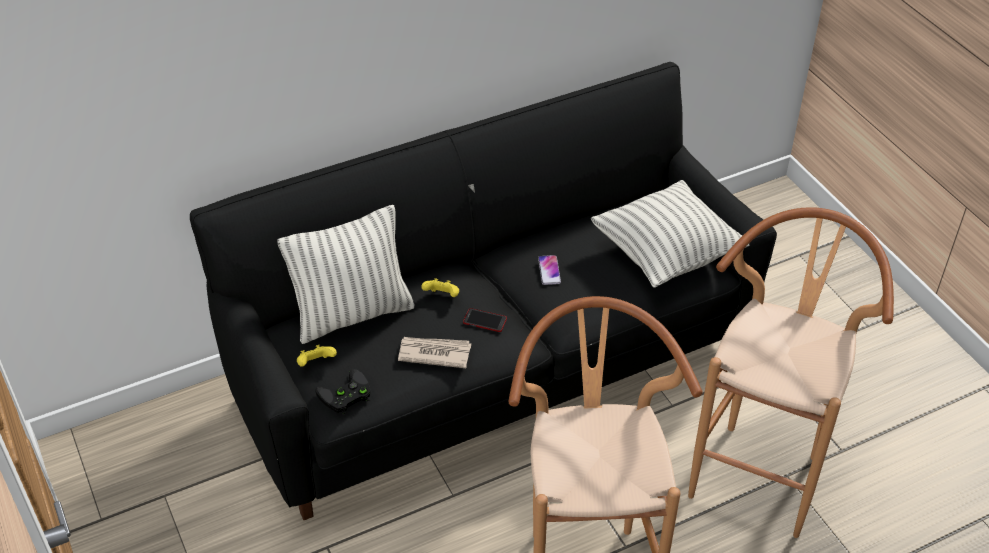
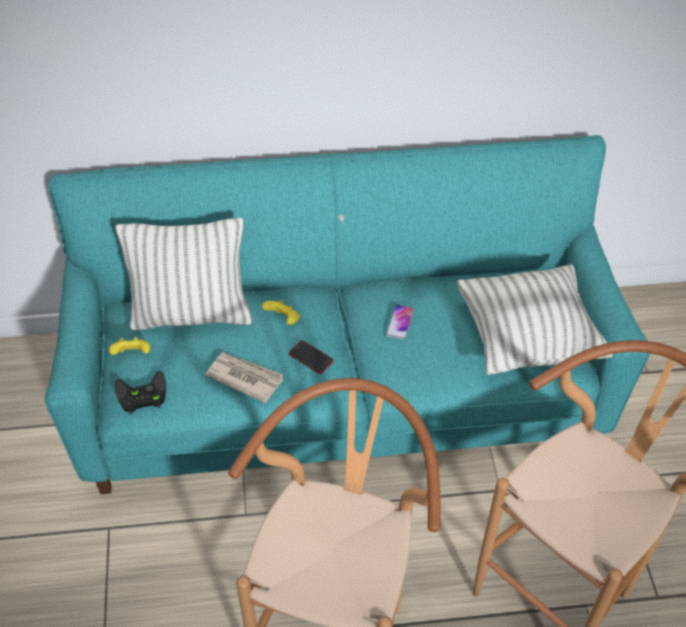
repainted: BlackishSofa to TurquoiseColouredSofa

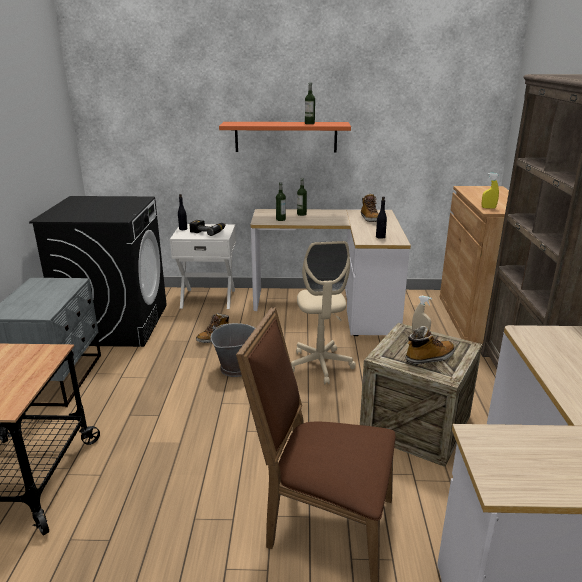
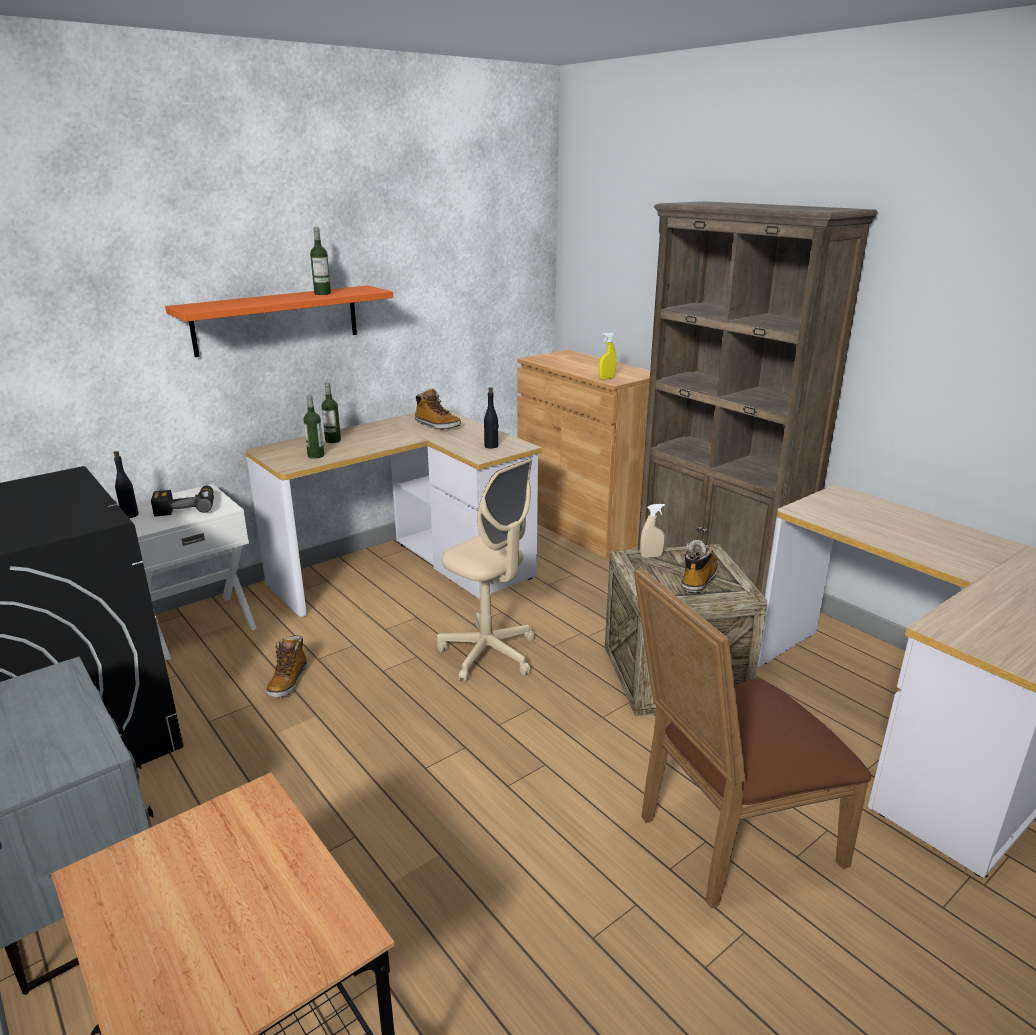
gone: GrayPail

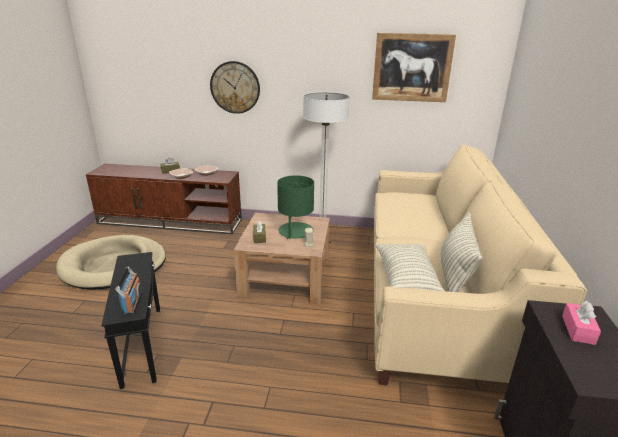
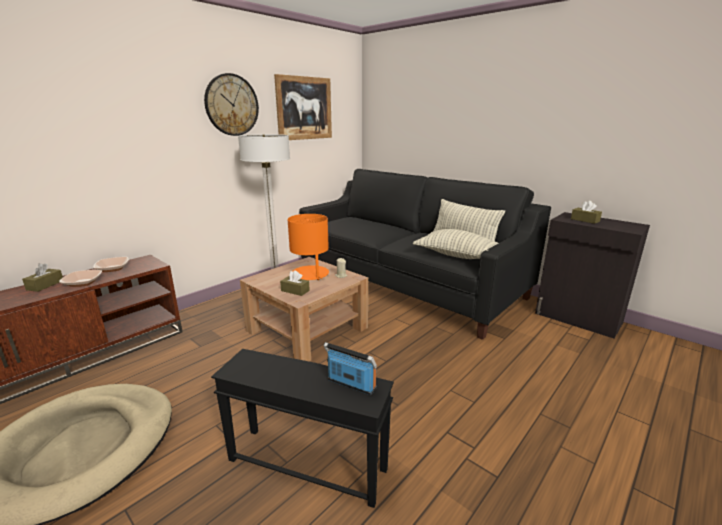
shifted: ClockOnTheWall
repainted: GreenColouredLampForATable to OrangeLampForATable; SandColouredSofa to BlackishSofa; PinkColouredBoxOfTissues to BrownishBoxOfTissues (no. 3 from left)

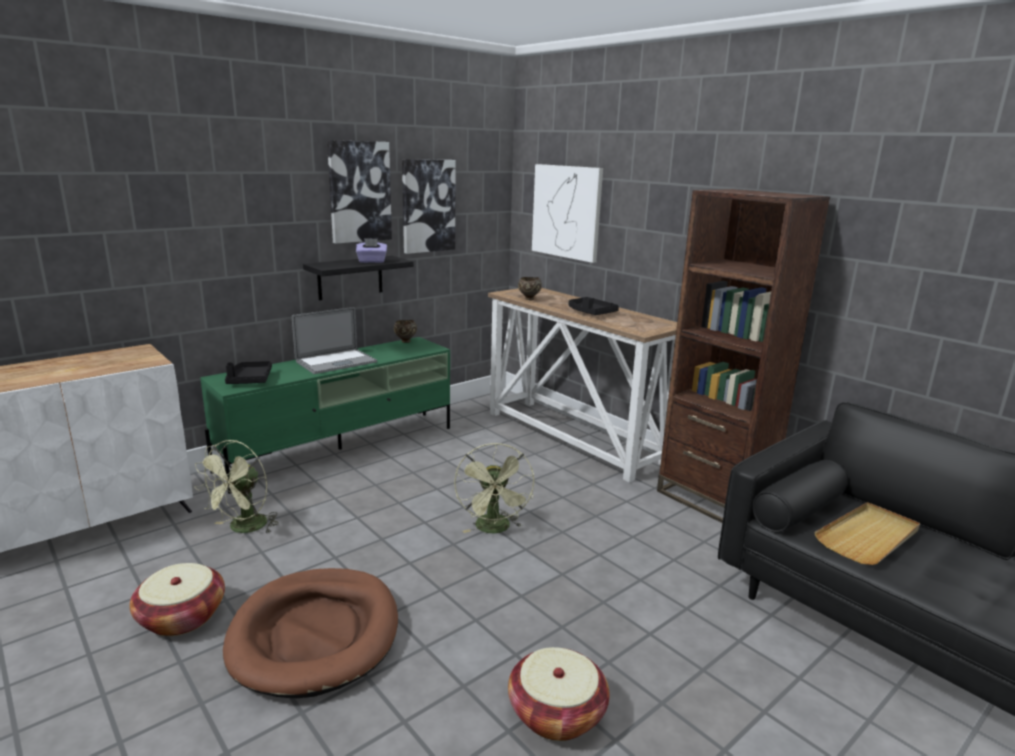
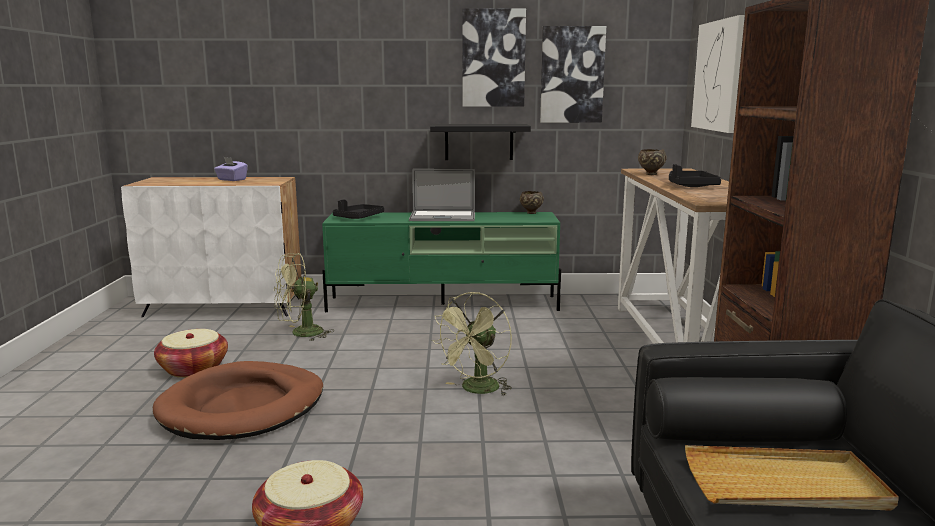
shifted: PurpleBoxOfTissues

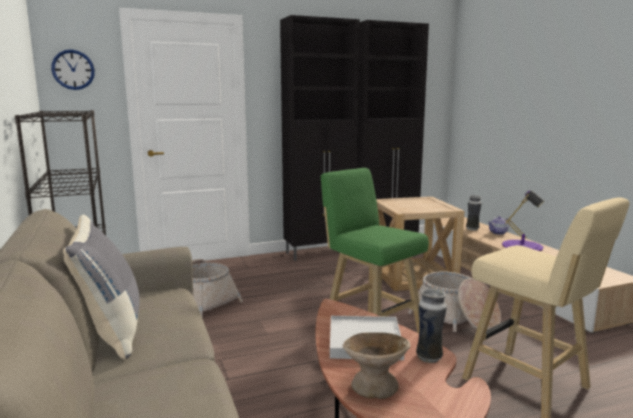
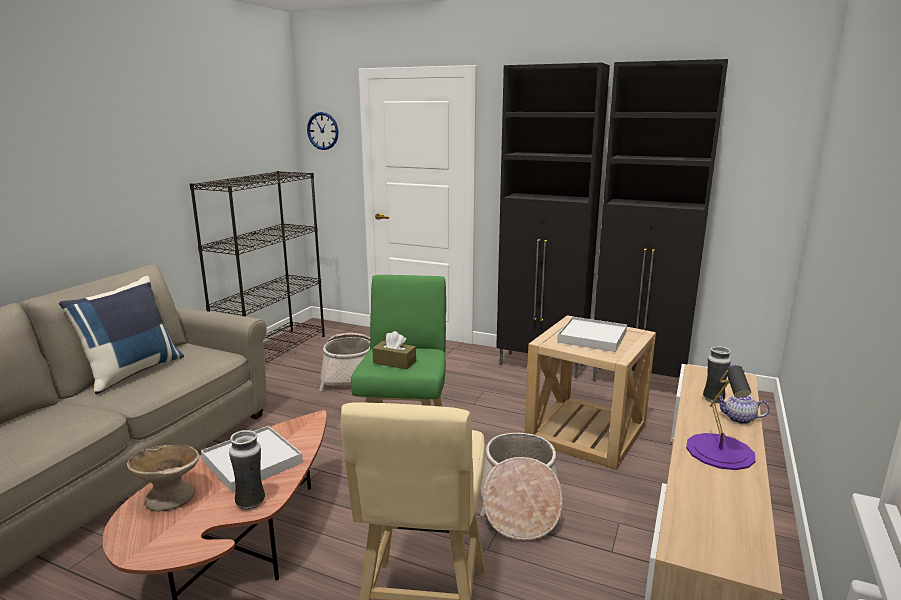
new: BrownishBoxOfTissues; WhiteTray (no. 2 from left)
repainted: GrayPillow to BluishPillow

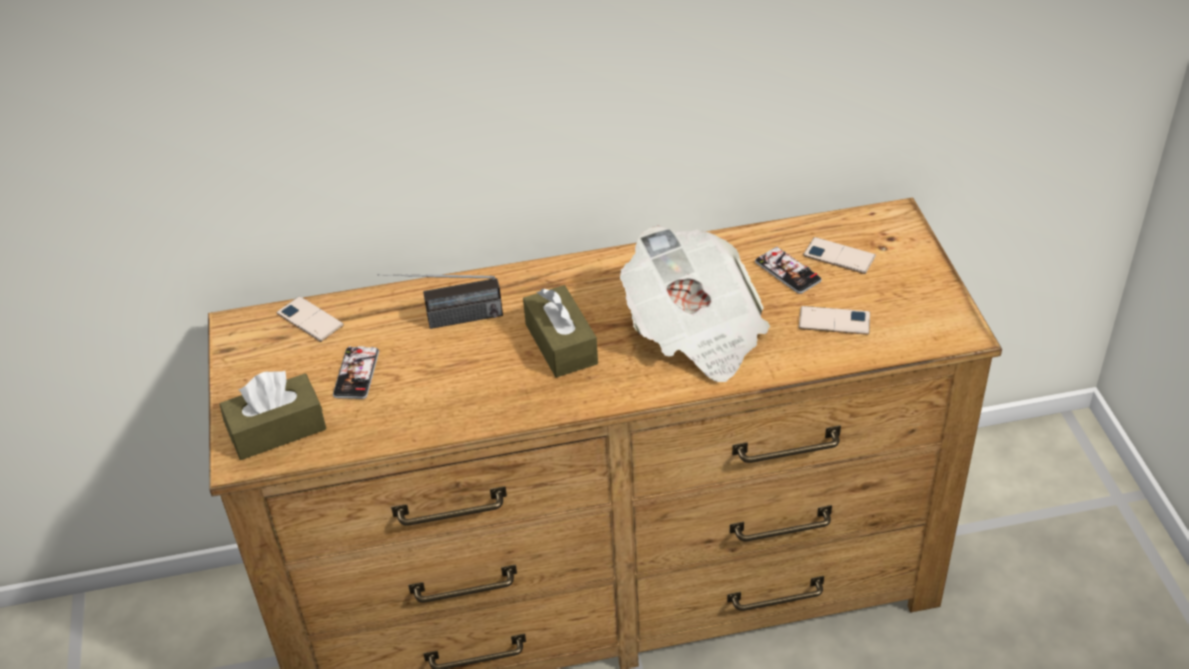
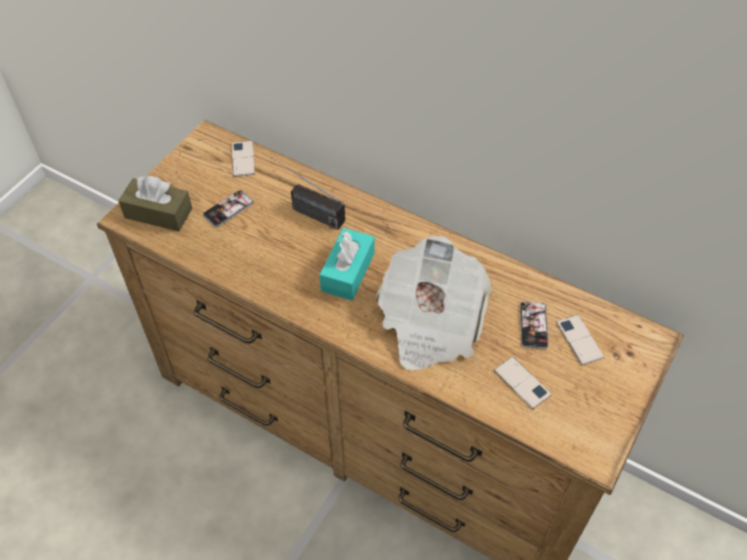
repainted: BrownishBoxOfTissues (no. 2 from left) to TurquoiseColouredBoxOfTissues

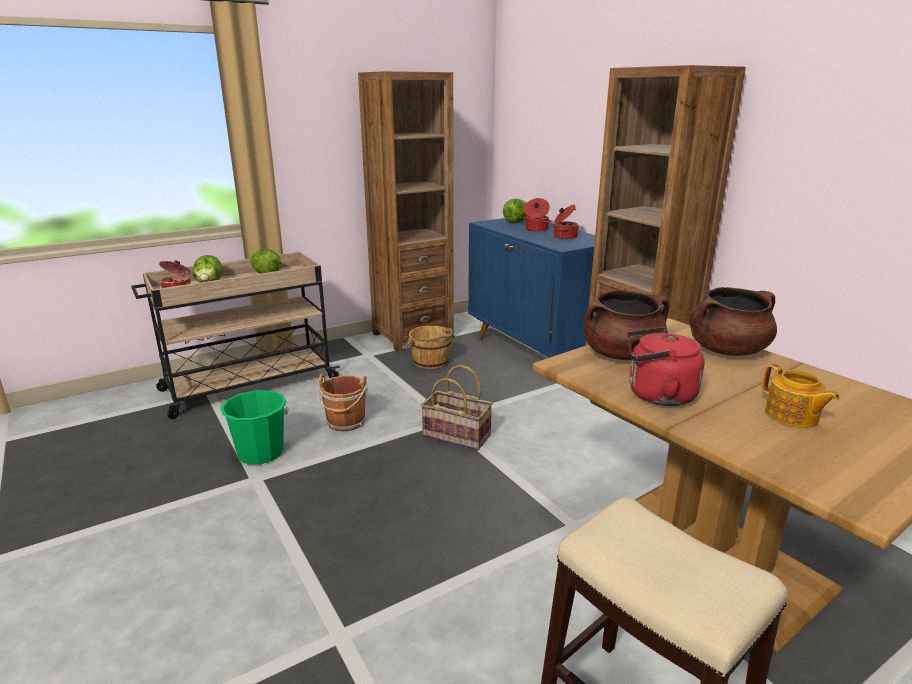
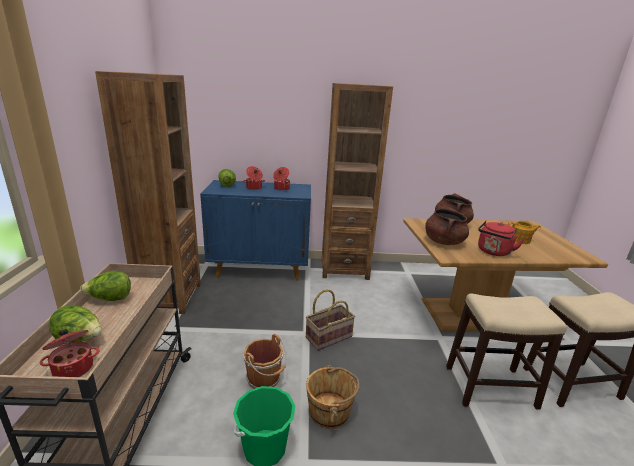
new: SittingStool (no. 1 from left)
shifted: BrownishPail (no. 2 from left)

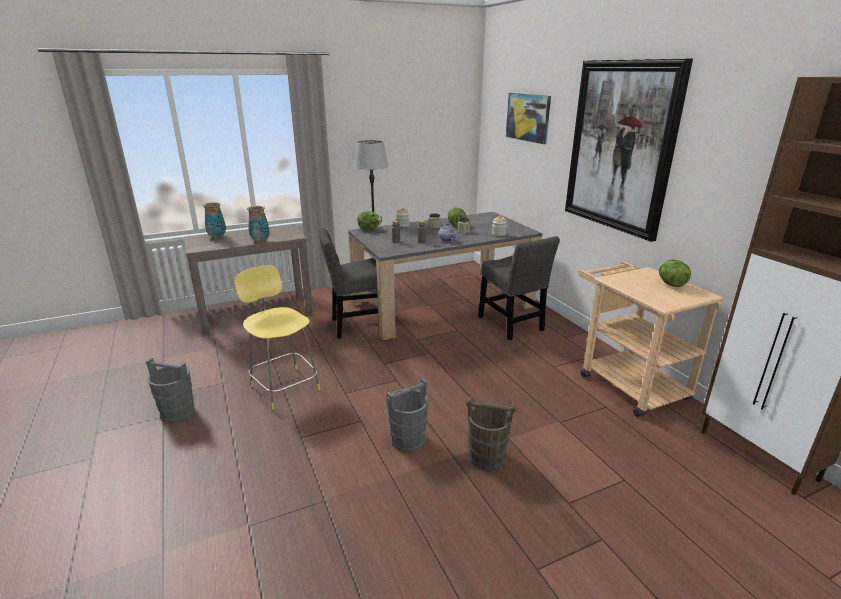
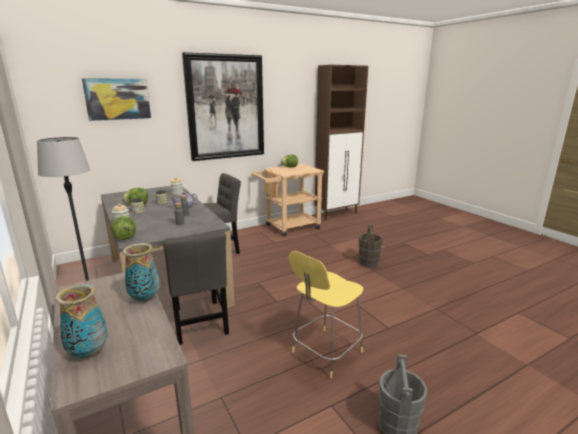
gone: GrayPail (no. 2 from left)

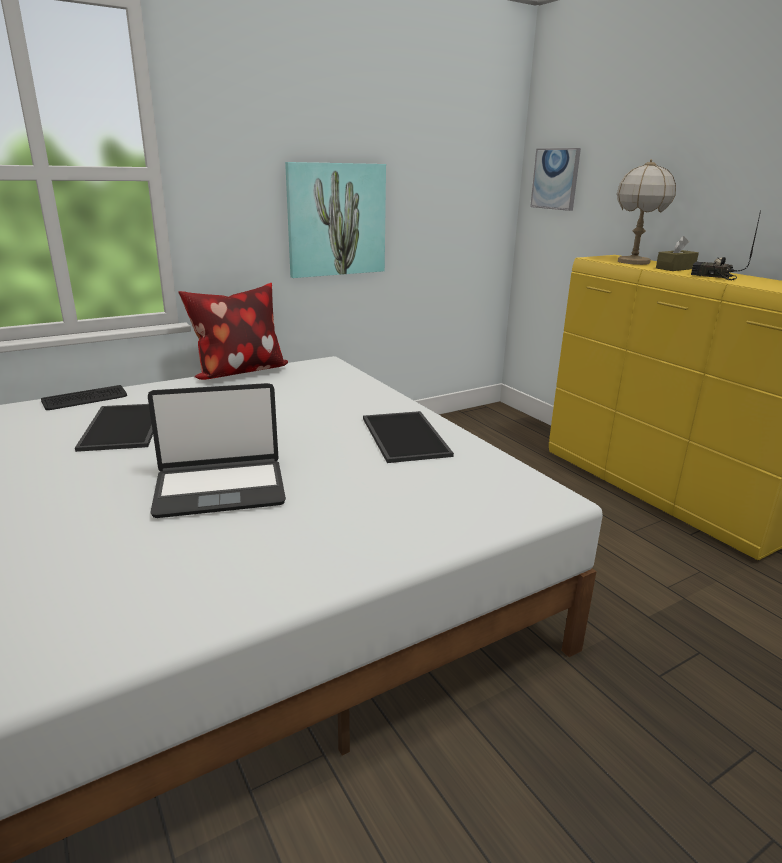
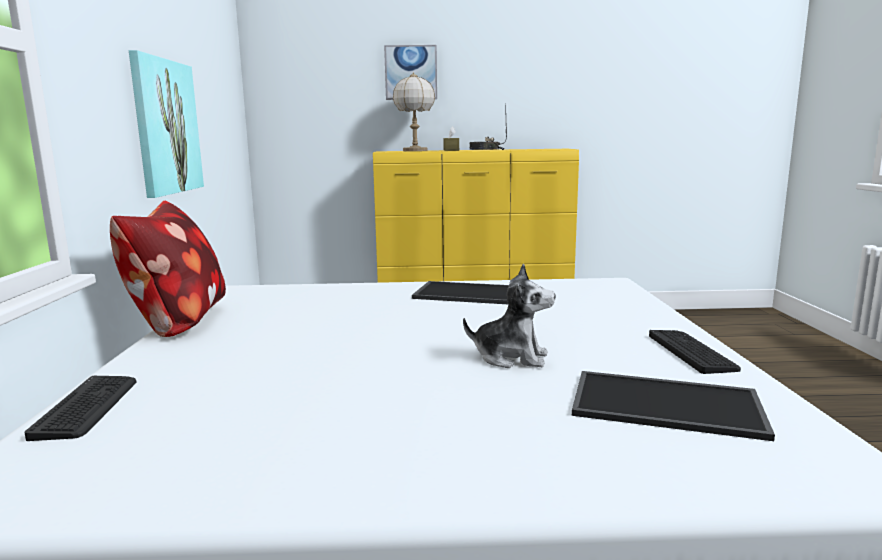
new: Keyboard (no. 2 from left)
shifted: Tray (no. 1 from left in the first image) to Tray (no. 2 from left); WallPicture (no. 2 from left)
swapped: Laptop to SoftToy

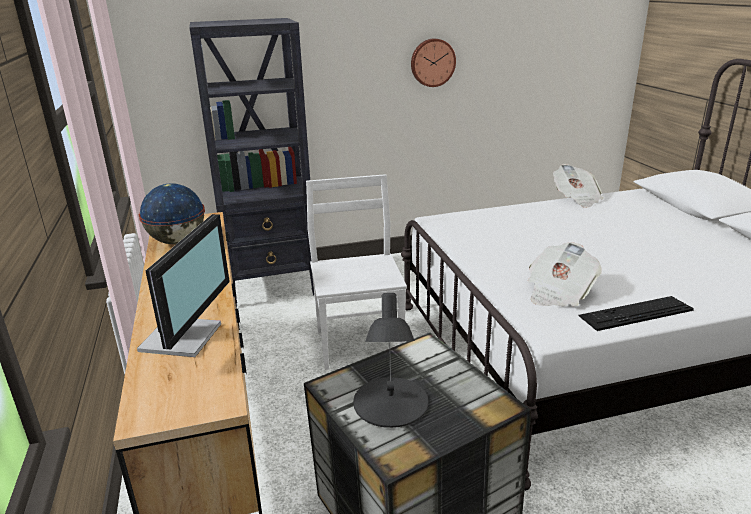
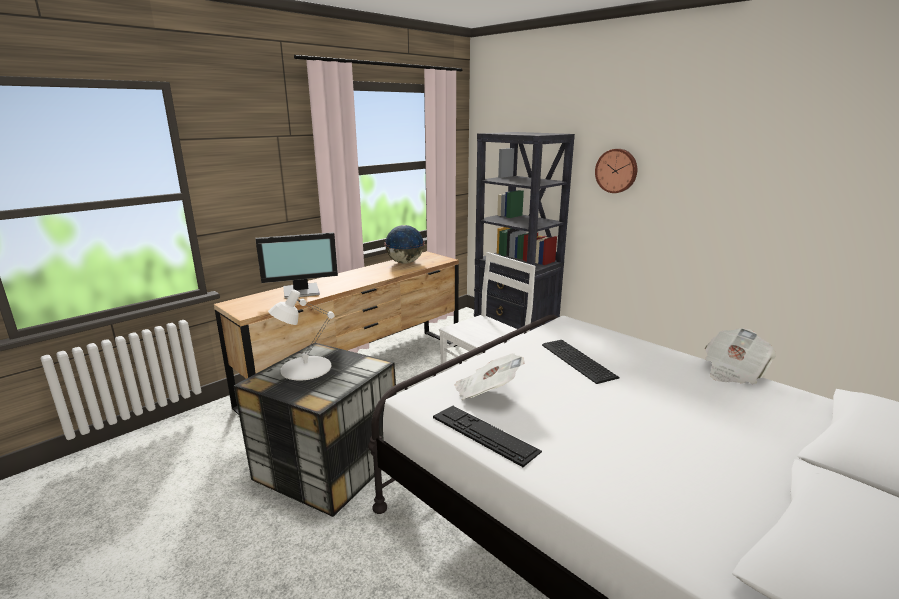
new: Keyboard (no. 2 from left)
shifted: ClockOnTheWall
repainted: BlackishLampForATable to WhiteLampForATable

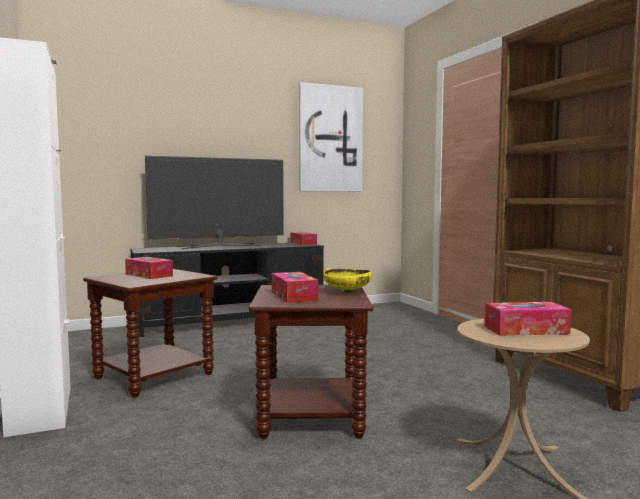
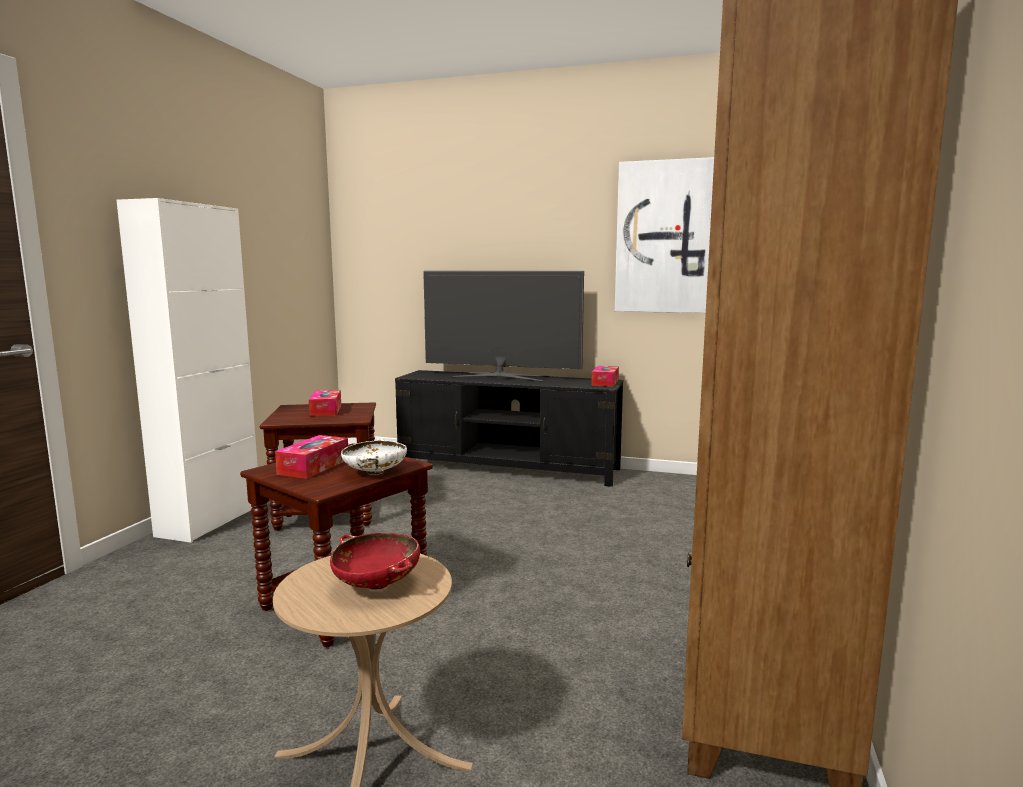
swapped: BoxOfTissues (no. 4 from left) to RedColouredServingBowl
repainted: YellowServingBowl to WhiteServingBowl

